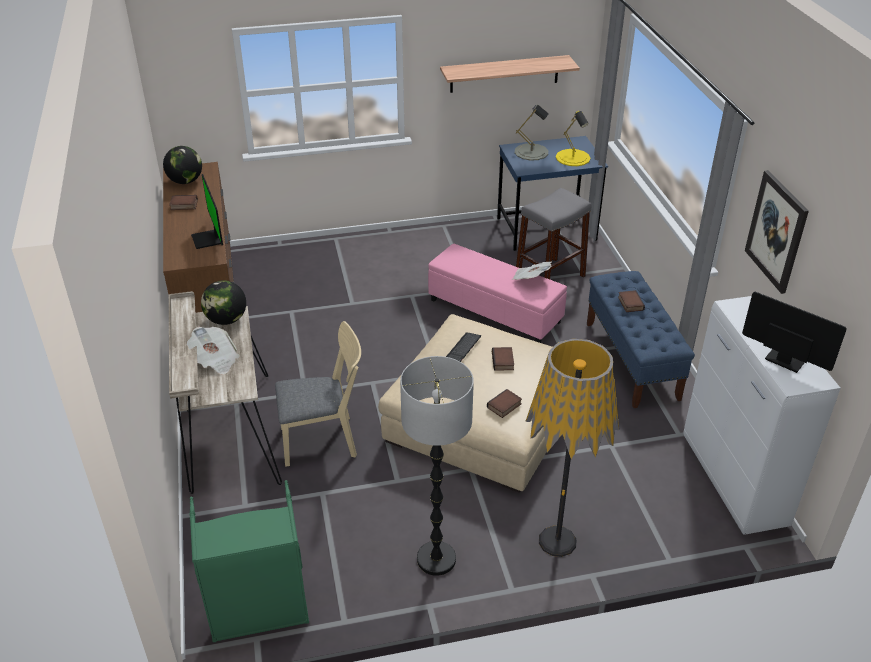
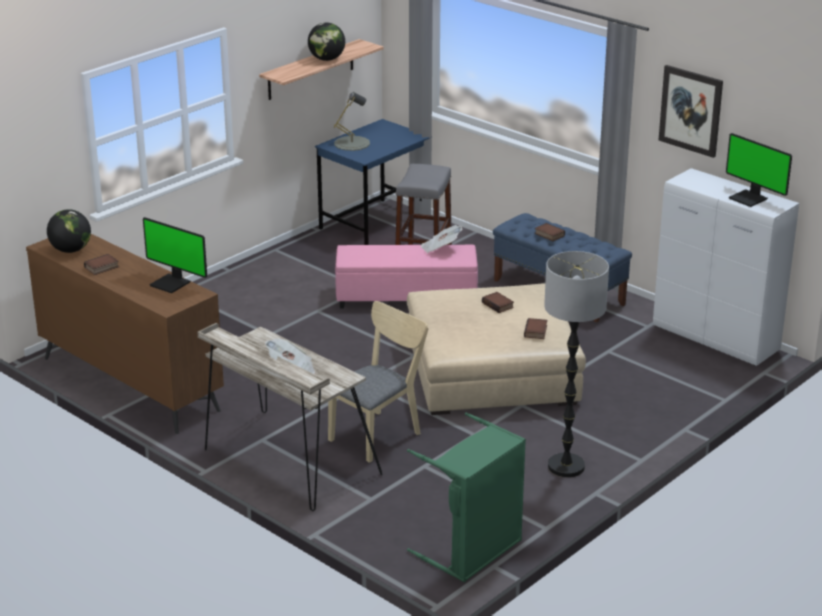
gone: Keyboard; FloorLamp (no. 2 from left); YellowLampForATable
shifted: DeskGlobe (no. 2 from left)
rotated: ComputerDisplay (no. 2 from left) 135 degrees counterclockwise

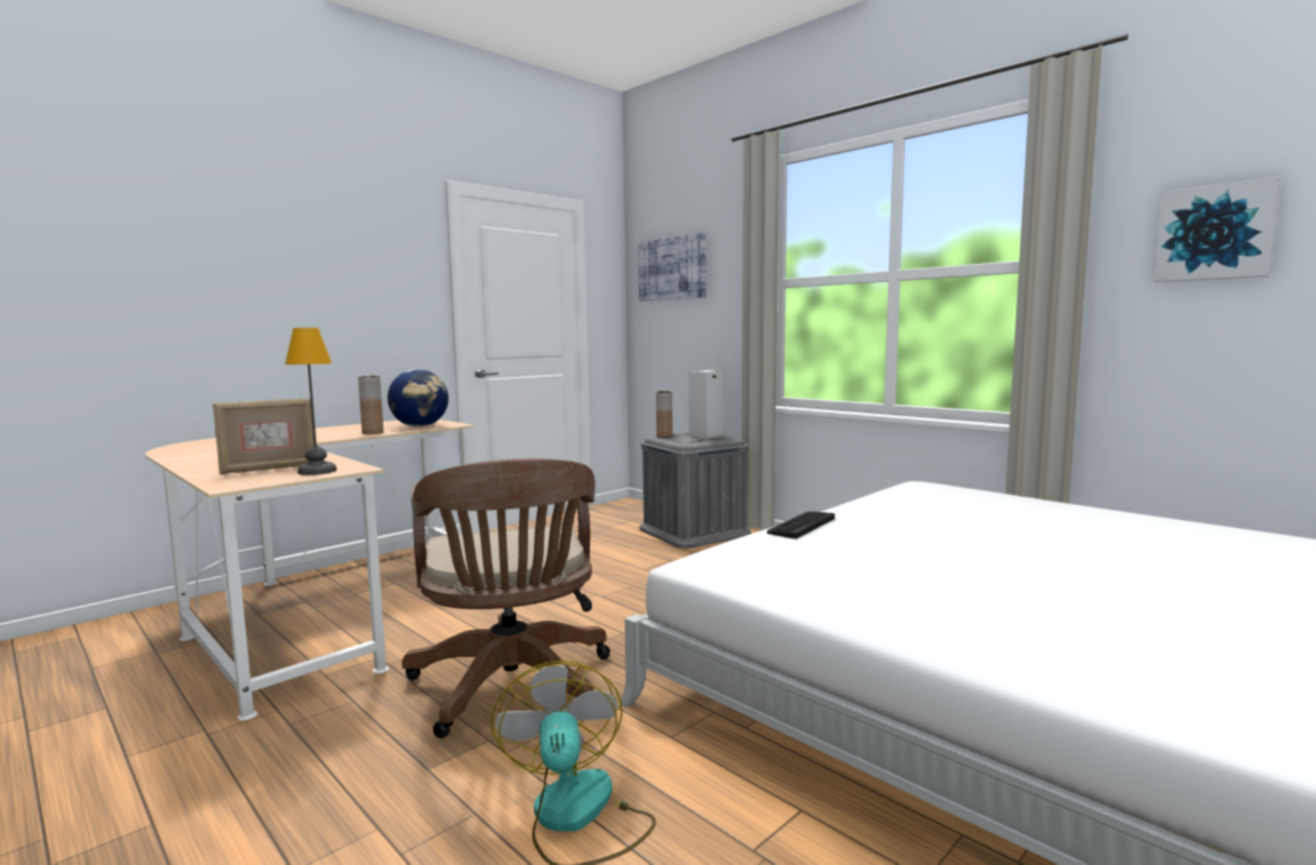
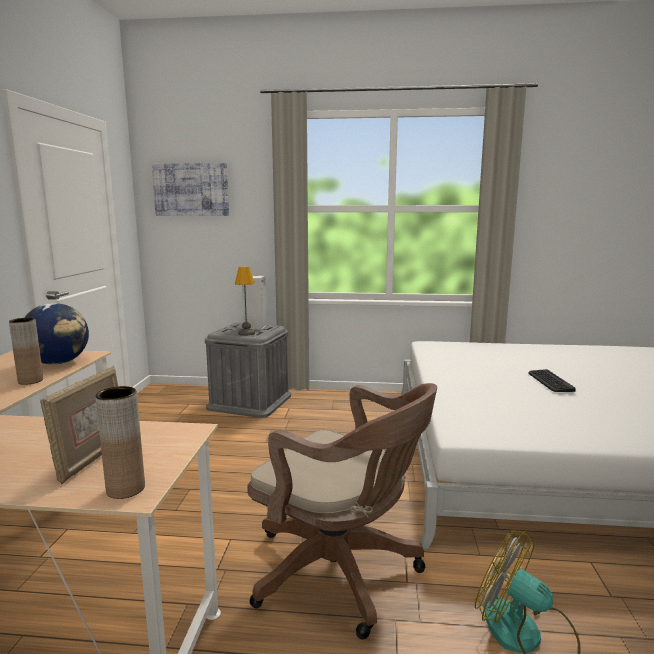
gone: WallPicture (no. 2 from left)
shifted: LampForATable; BrownishDecorativeVase (no. 2 from left); Keyboard

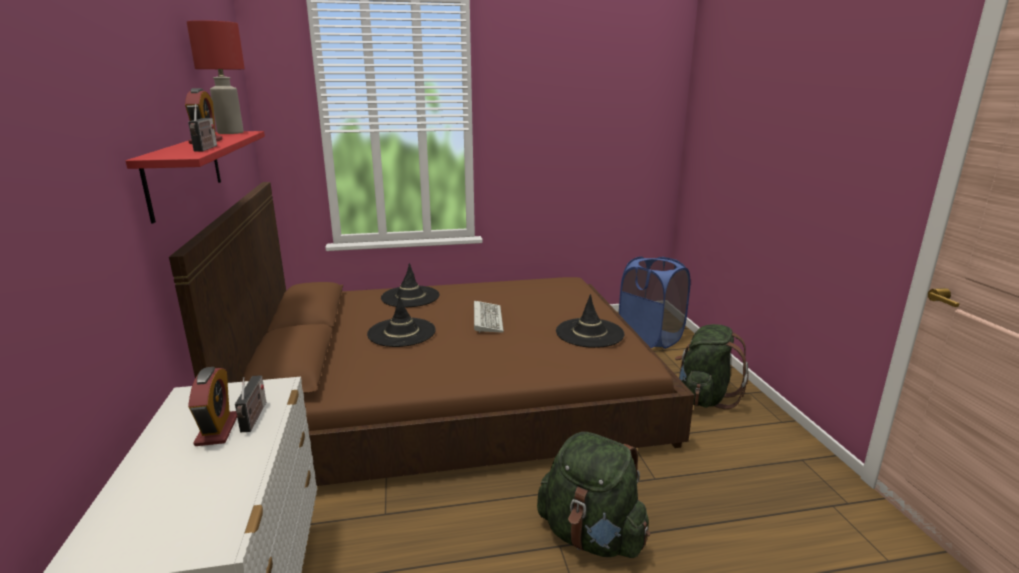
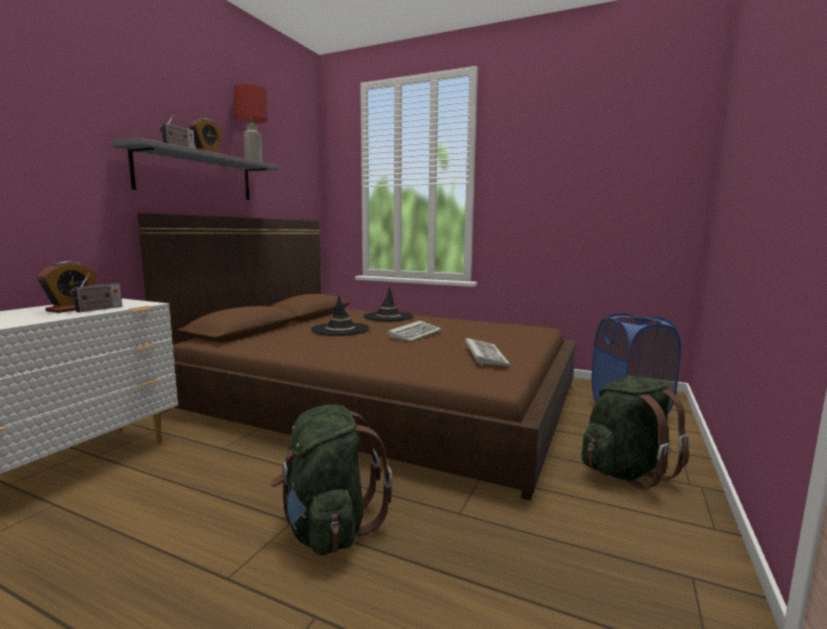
swapped: BlackishWearableHat (no. 3 from left) to Keyboard (no. 2 from left)
repainted: RedColouredShelf to GrayShelf

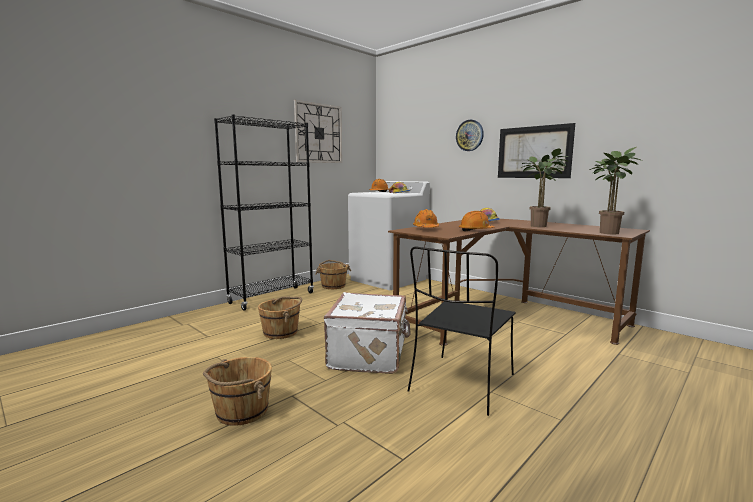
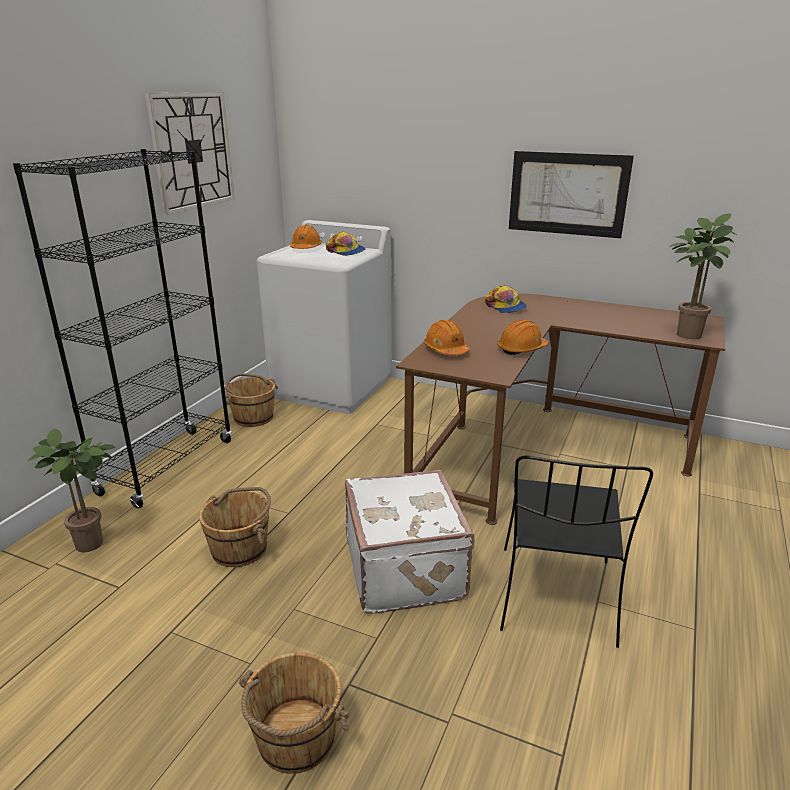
gone: ClockOnTheWall (no. 2 from left)
shifted: PottedPlant (no. 1 from left)

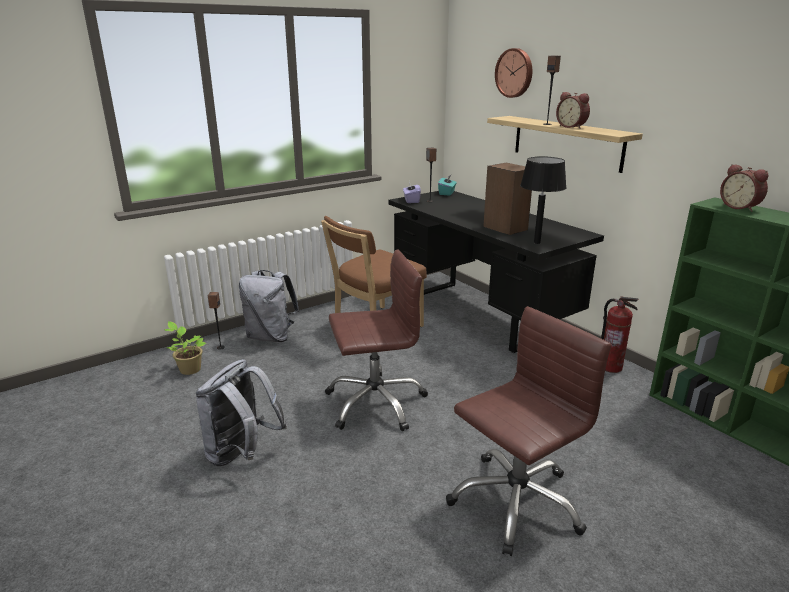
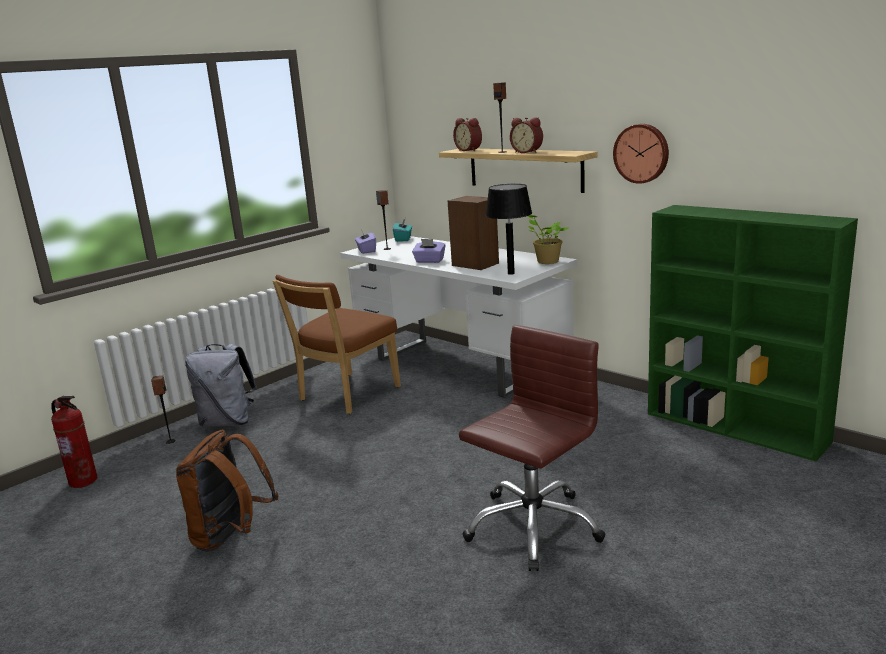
gone: BrownishOfficeChair (no. 1 from left)
new: PurpleBoxOfTissues (no. 2 from left)
shifted: PottedPlant; ClockOnTheWall; FireFightingCylinder; AlarmClock (no. 2 from left in the first image) to AlarmClock (no. 1 from left)
repainted: GrayBackpack (no. 1 from left) to BrownishBackpack; BlackishDeskUnit to WhiteDeskUnit

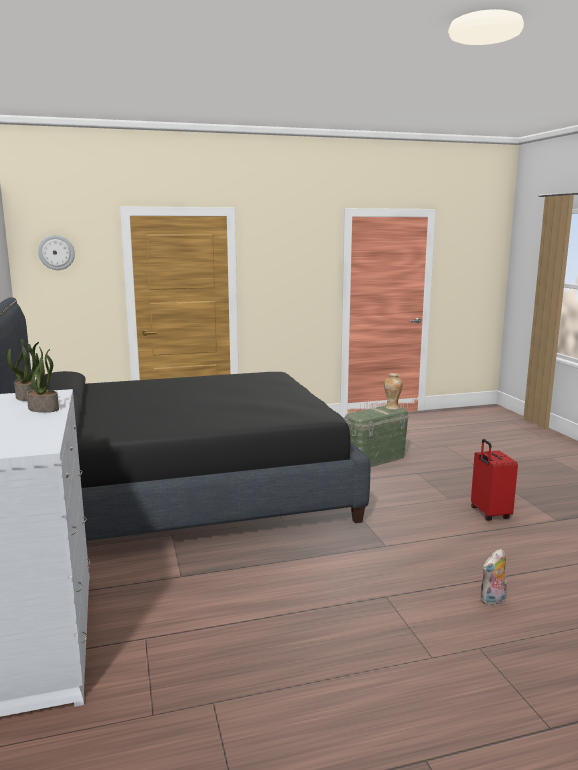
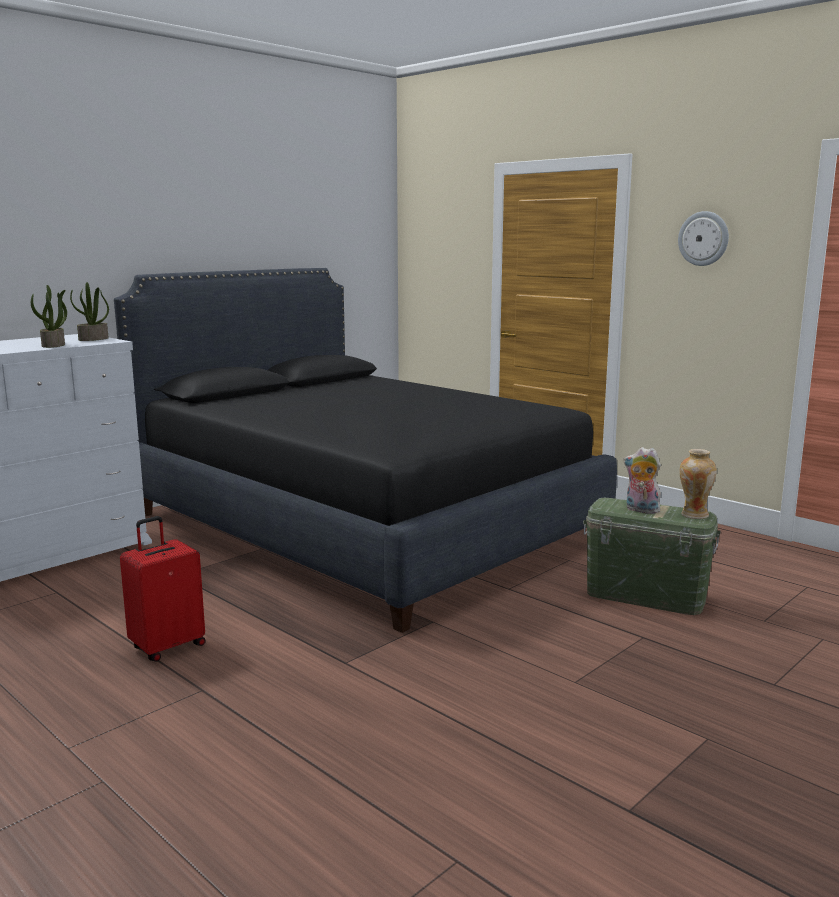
shifted: ClockOnTheWall; RedColouredTravelCase; SoftToy

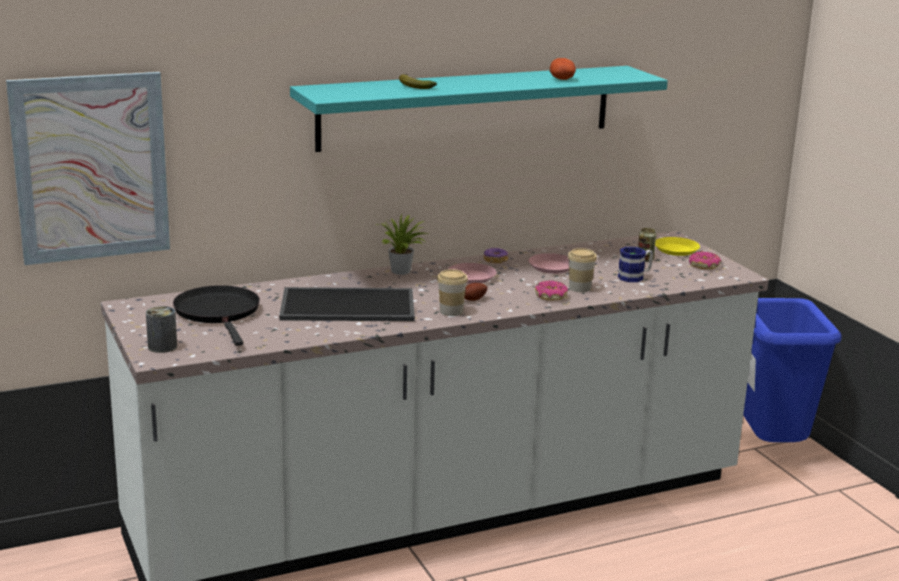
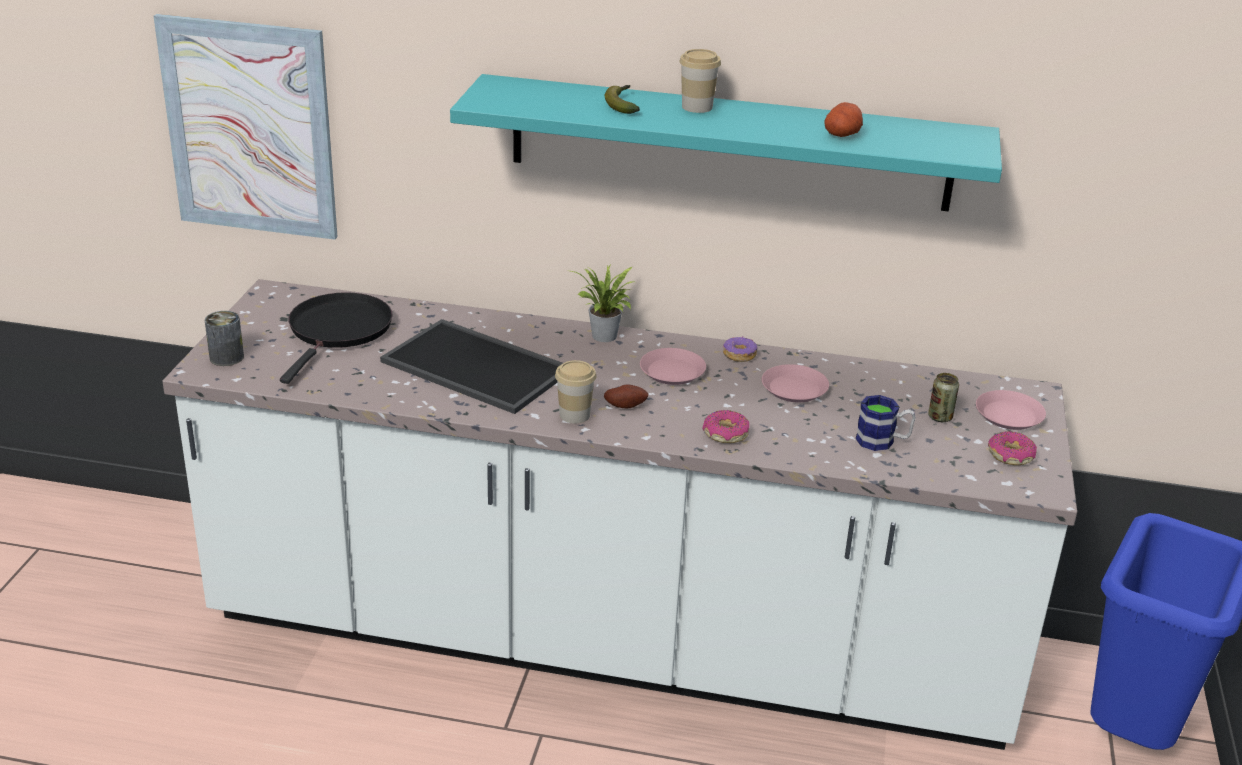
shifted: Cup (no. 2 from left)
repainted: YellowDinnerPlate to PinkColouredDinnerPlate (no. 3 from left)

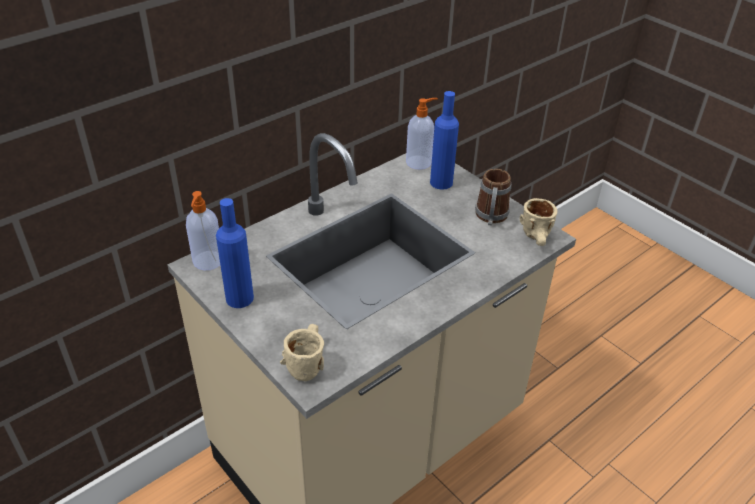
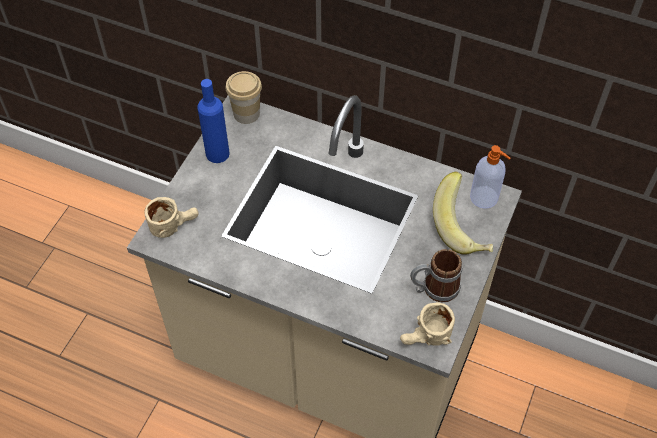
swapped: SoapDispenser (no. 1 from left) to Cup; BluishDrinkBottle (no. 2 from left) to Banana

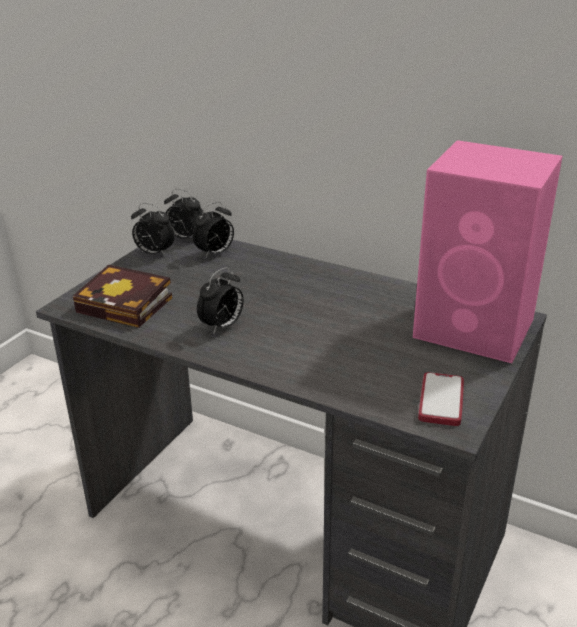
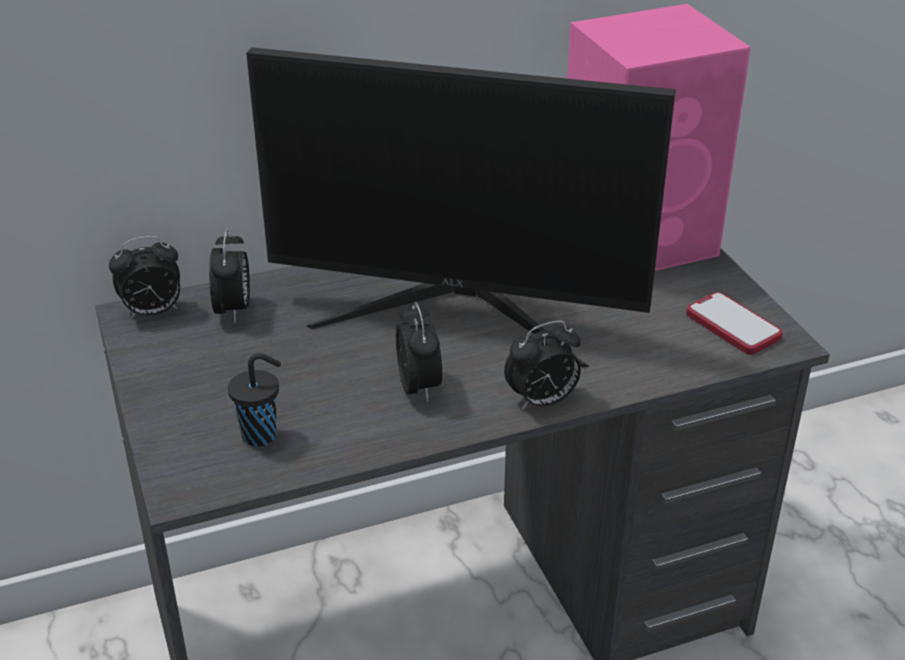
new: ComputerDisplay
shifted: AlarmClock (no. 1 from left in the first image) to AlarmClock (no. 4 from left)
swapped: Volume to BlackishCup

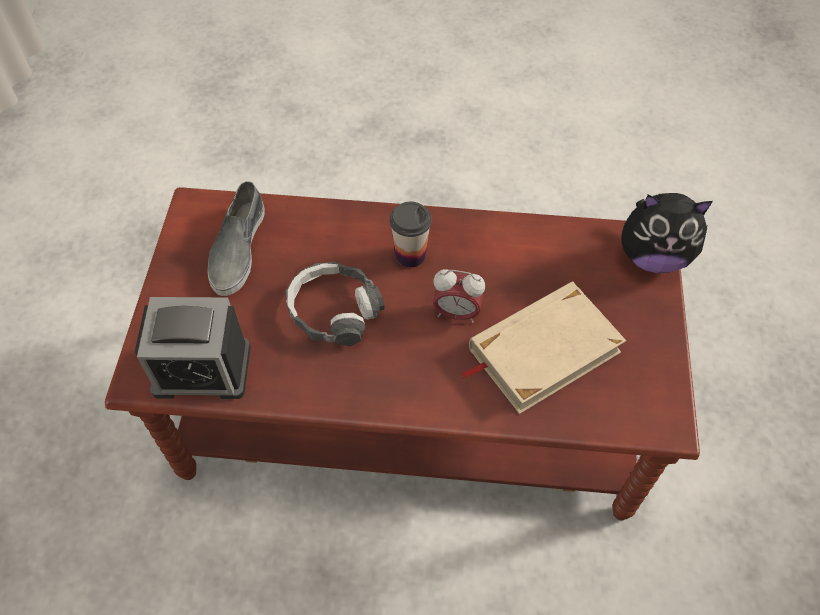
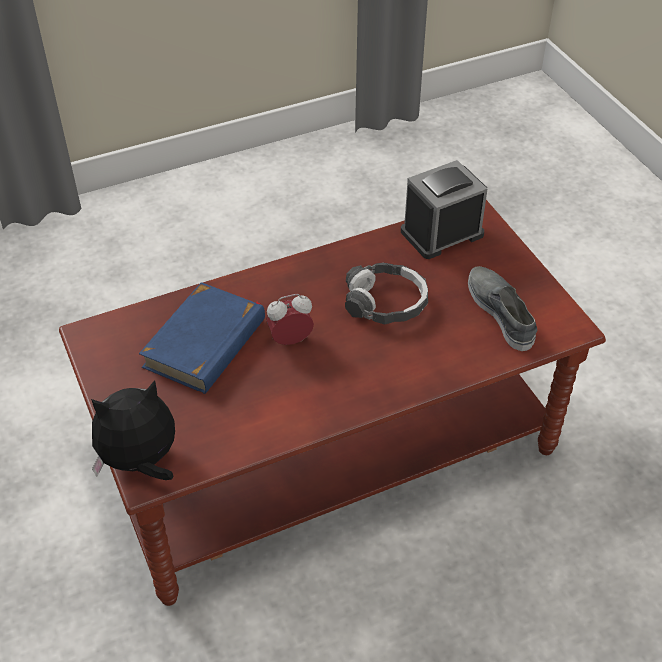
gone: Cup
repainted: SandColouredVolume to BluishVolume

